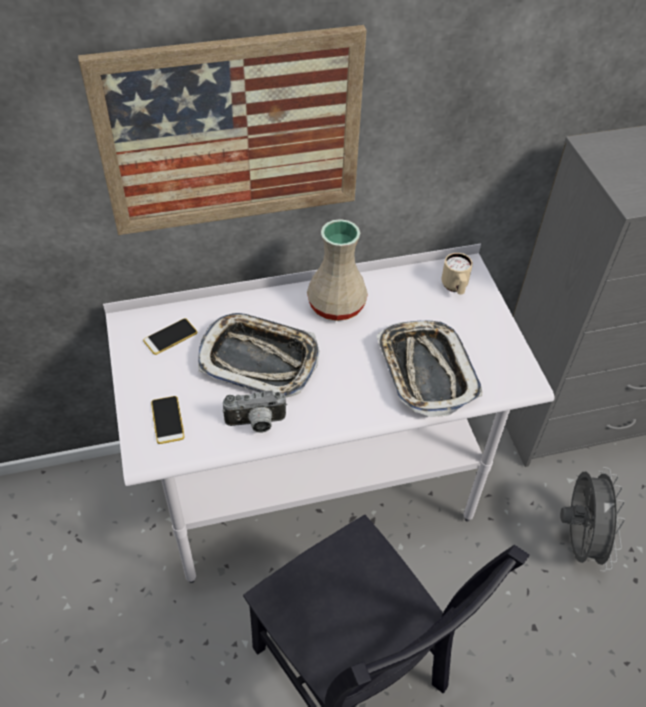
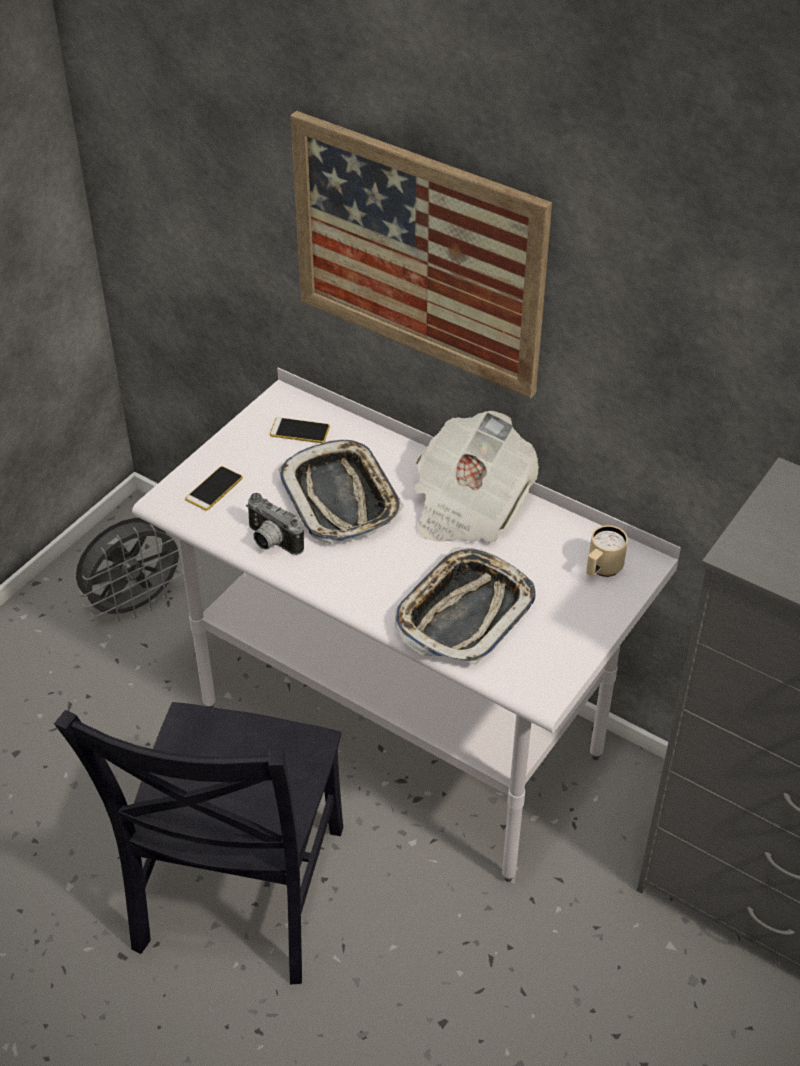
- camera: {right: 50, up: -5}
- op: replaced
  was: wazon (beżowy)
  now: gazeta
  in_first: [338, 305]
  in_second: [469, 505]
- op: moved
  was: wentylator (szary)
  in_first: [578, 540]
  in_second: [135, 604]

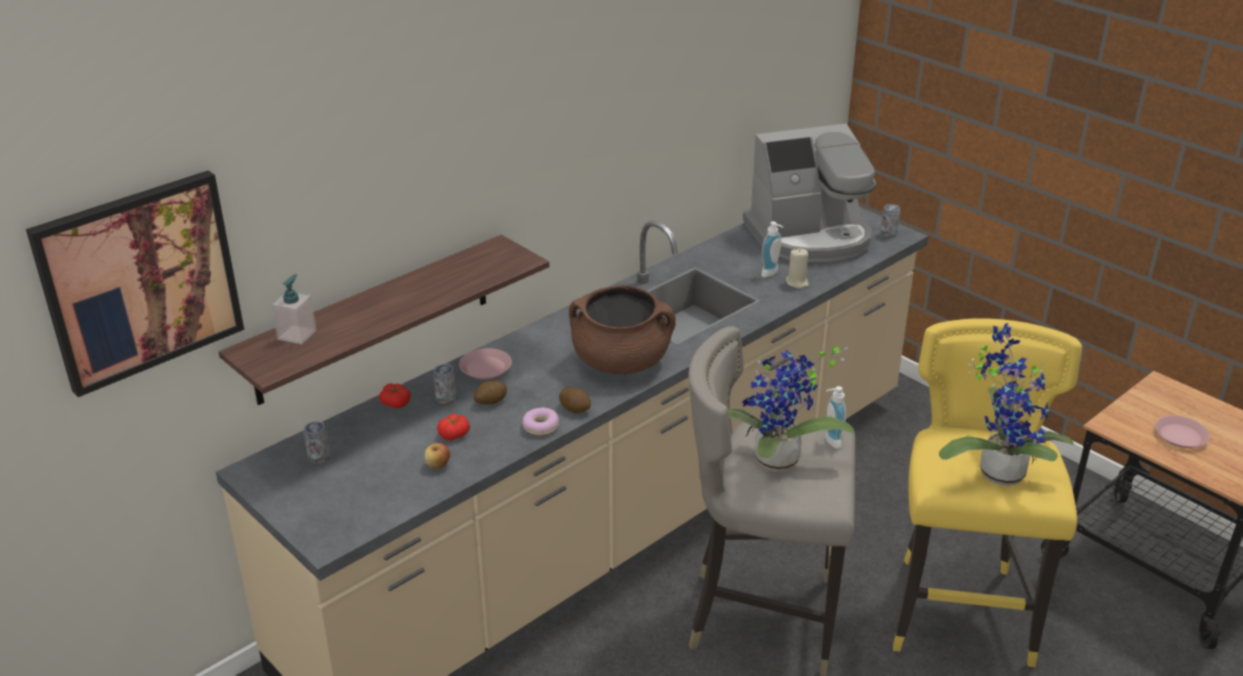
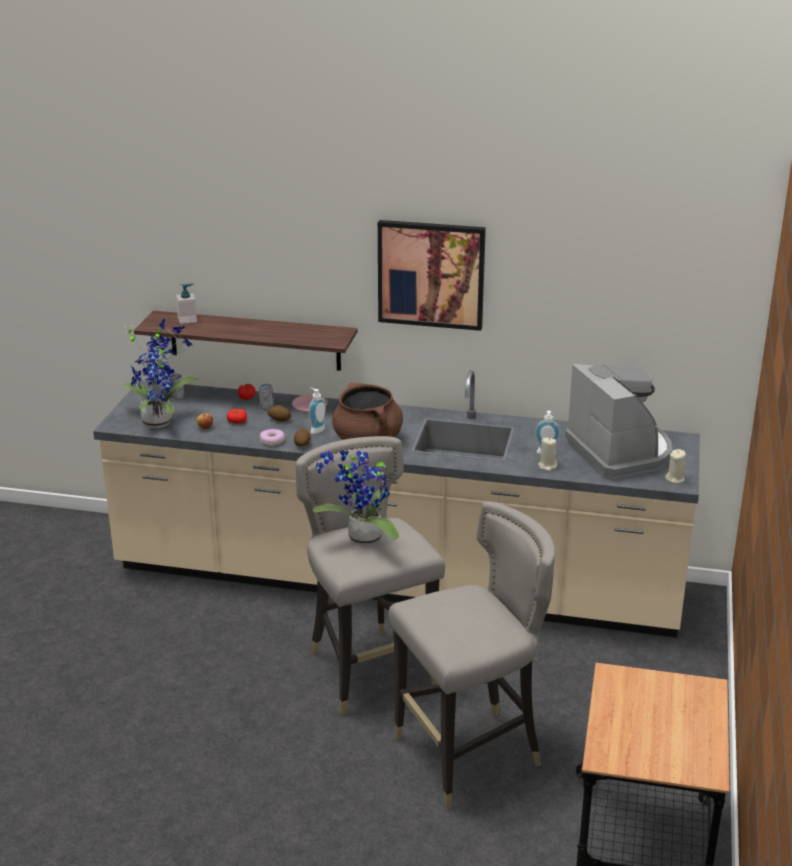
- camera: {right: 55, up: -5}
- op: moved
  was: obraz
  in_first: [140, 280]
  in_second: [431, 274]
- op: turned
  was: ekspres do kawy
  in_first: [810, 236]
  in_second: [620, 452]
  clockwise: -150
- op: moved
  was: dozownik mydła
  in_first: [830, 441]
  in_second: [316, 429]
- op: replaced
  was: puszka
  now: świeca (beżowy)
  in_first: [888, 233]
  in_second: [675, 479]
- op: recoloured
  was: stołek (żółty)
  now: stołek (szary)
  in_first: [960, 610]
  in_second: [470, 755]
- op: moved
  was: roślina doniczkowa
  in_first: [997, 470]
  in_second: [160, 421]
- op: removed
  was: talerz (różowy)
  in_first: [1180, 436]

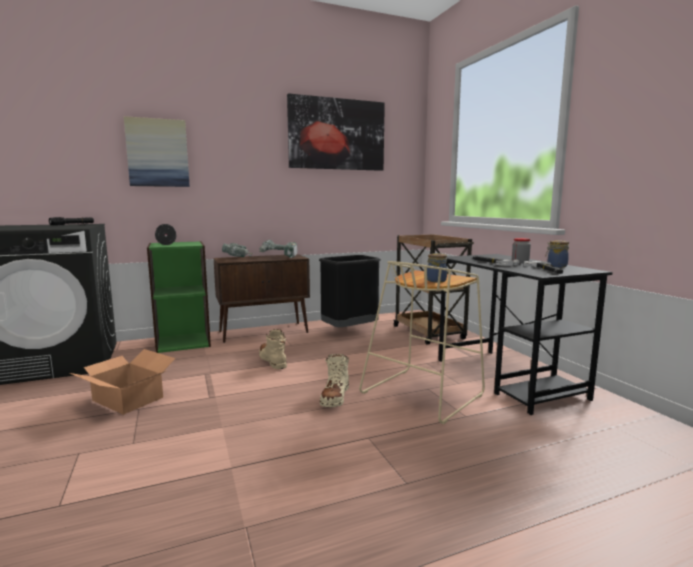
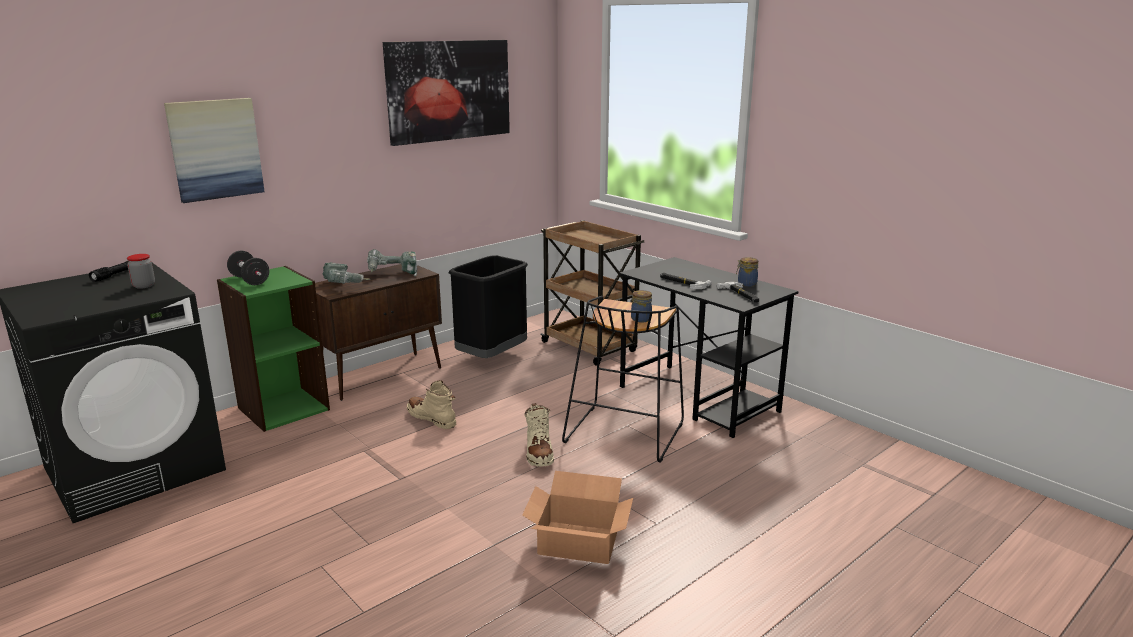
- camera: {right: -20, up: 10}
- op: moved
  was: karton
  in_first: [128, 398]
  in_second: [577, 541]
- op: recoloured
  was: stołek (beżowy)
  now: stołek (czarny)
  in_first: [422, 393]
  in_second: [624, 432]
- op: moved
  was: słoik
  in_first: [520, 262]
  in_second: [144, 286]

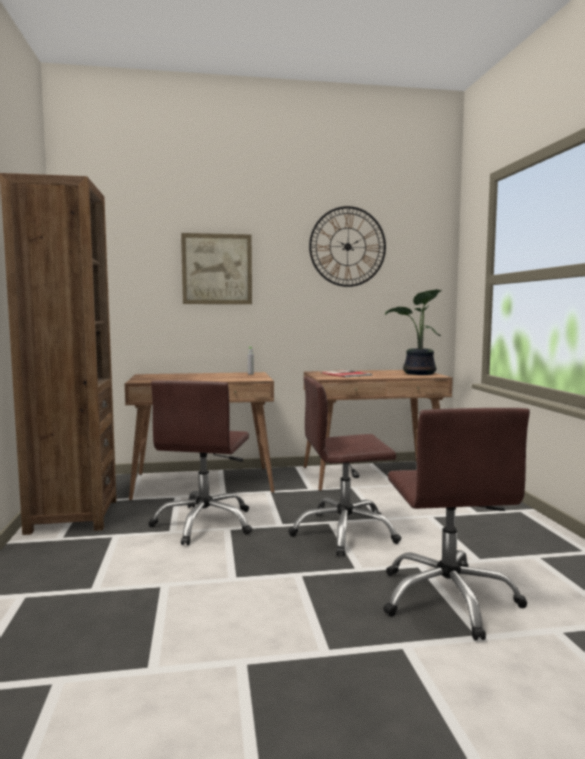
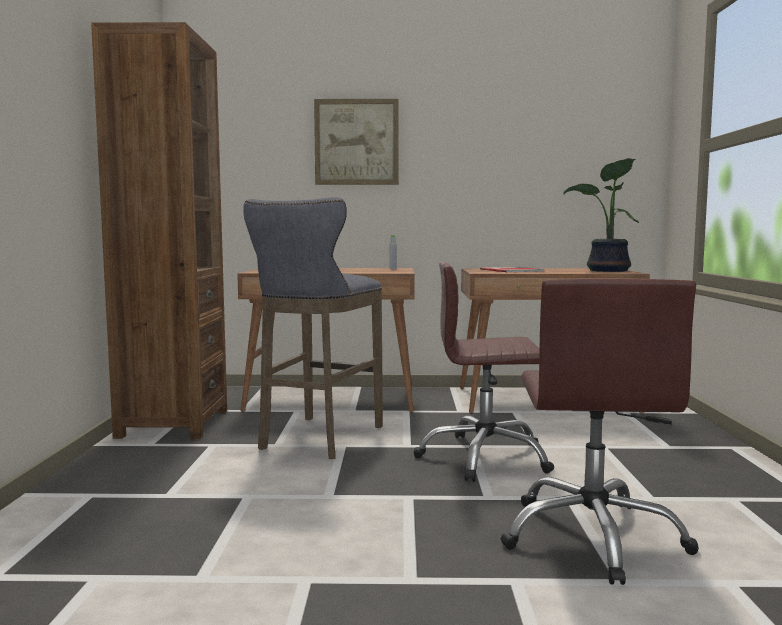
- camera: {right: 10, up: 0}
- op: replaced
  was: krzesło biurowe (brązowy)
  now: stołek (szary)
  in_first: [205, 523]
  in_second: [318, 439]
- op: removed
  was: zegar ścienny
  in_first: [347, 246]

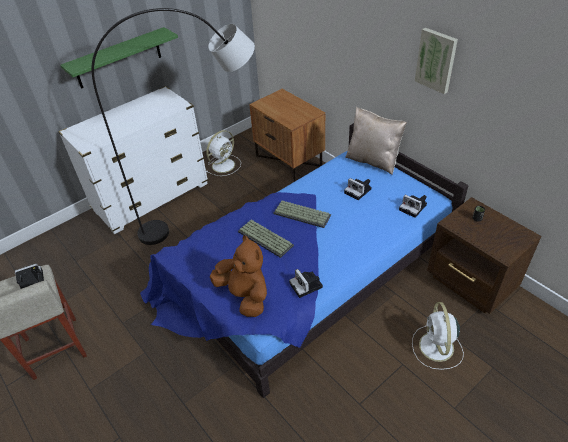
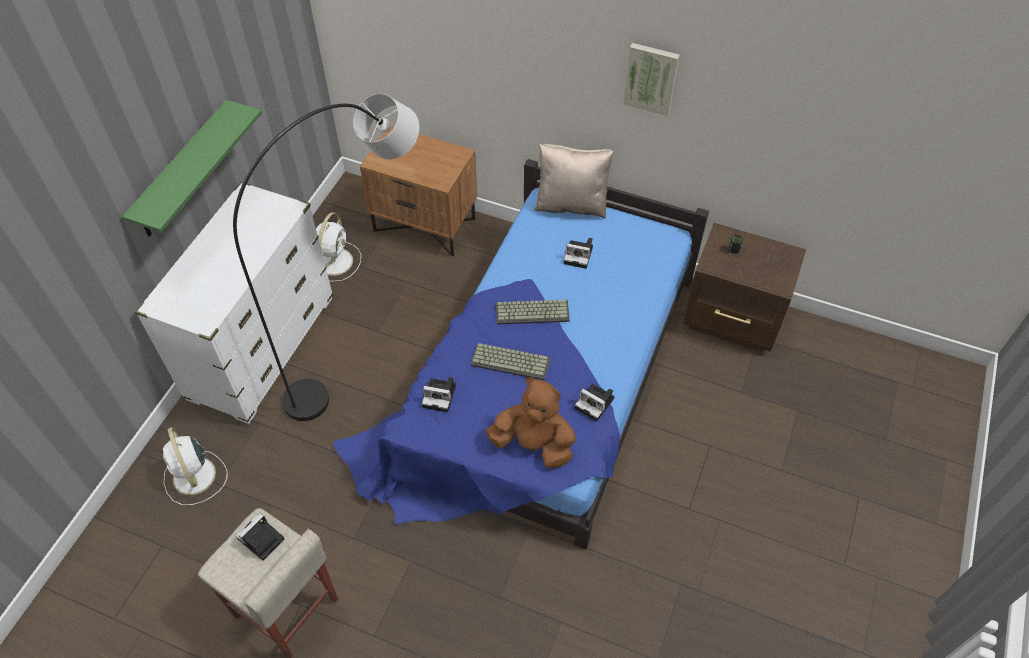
- camera: {right: -30, up: 10}
- op: moved
  was: aparat fotograficzny
  in_first: [413, 207]
  in_second: [441, 396]
- op: moved
  was: wentylator (biały)
  in_first: [436, 348]
  in_second: [195, 477]

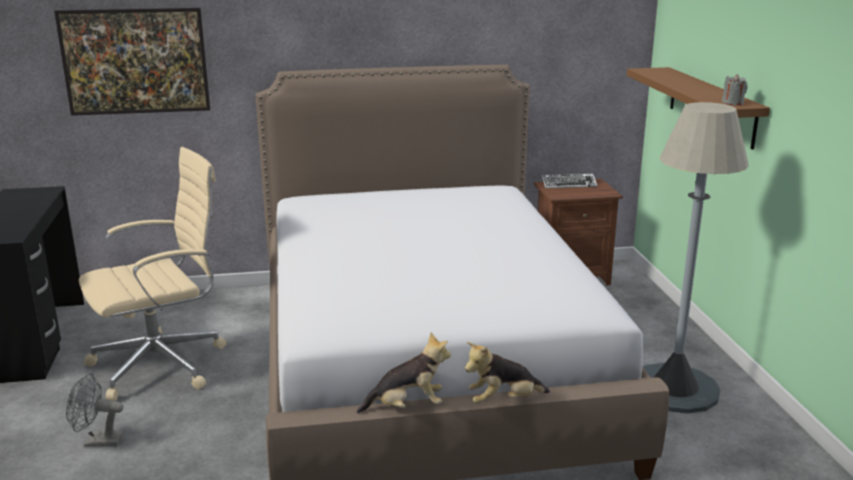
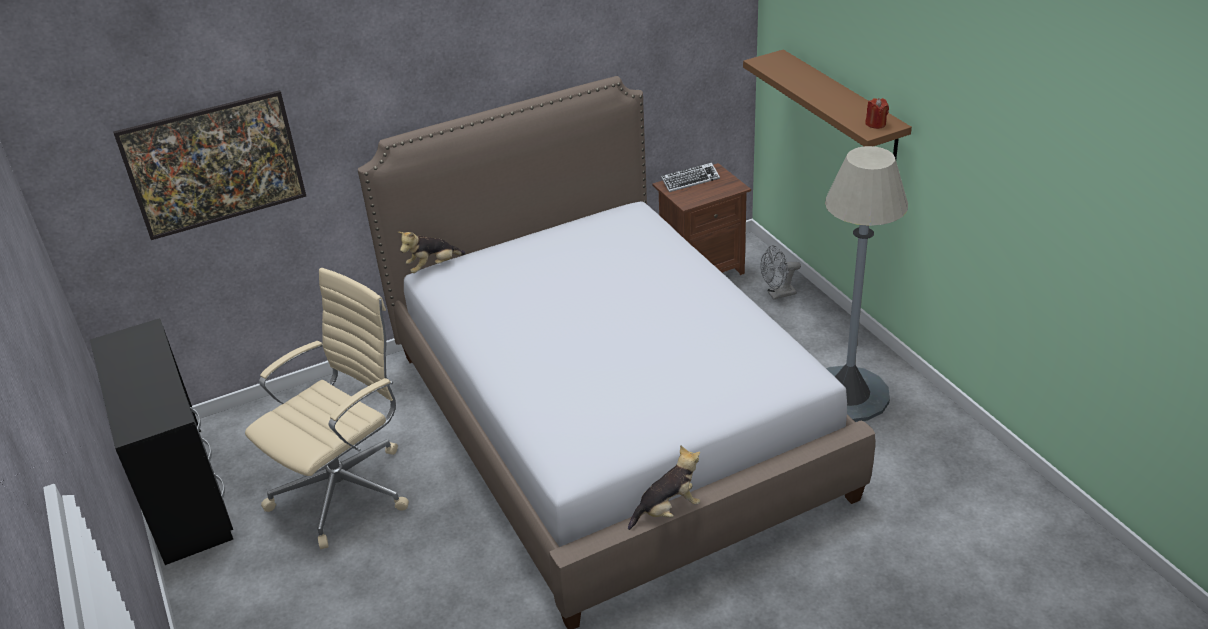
- camera: {right: -15, up: 15}
- op: moved
  was: wentylator (szary)
  in_first: [97, 441]
  in_second: [777, 294]
- op: moved
  was: pluszak
  in_first: [503, 400]
  in_second: [433, 267]
- op: recoloured
  was: świeca (szary)
  now: świeca (czerwony)
  in_first: [732, 103]
  in_second: [875, 124]

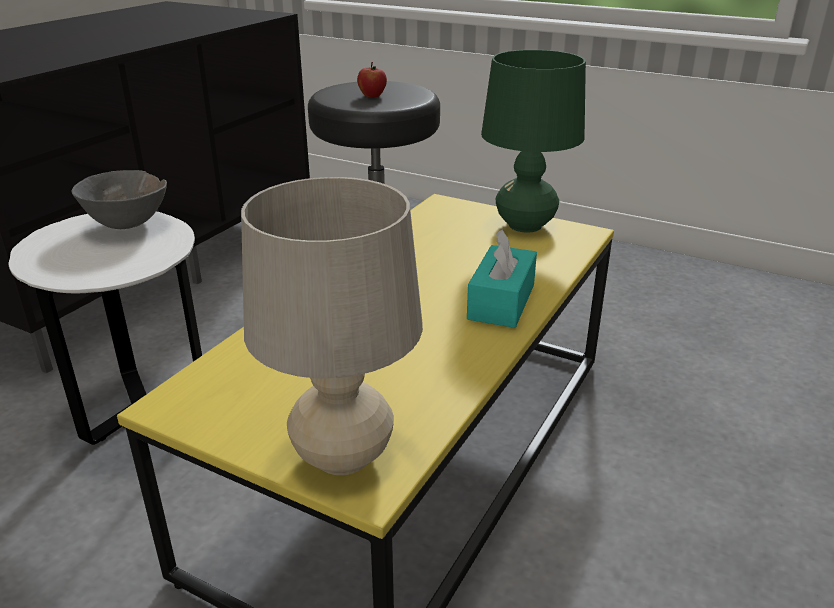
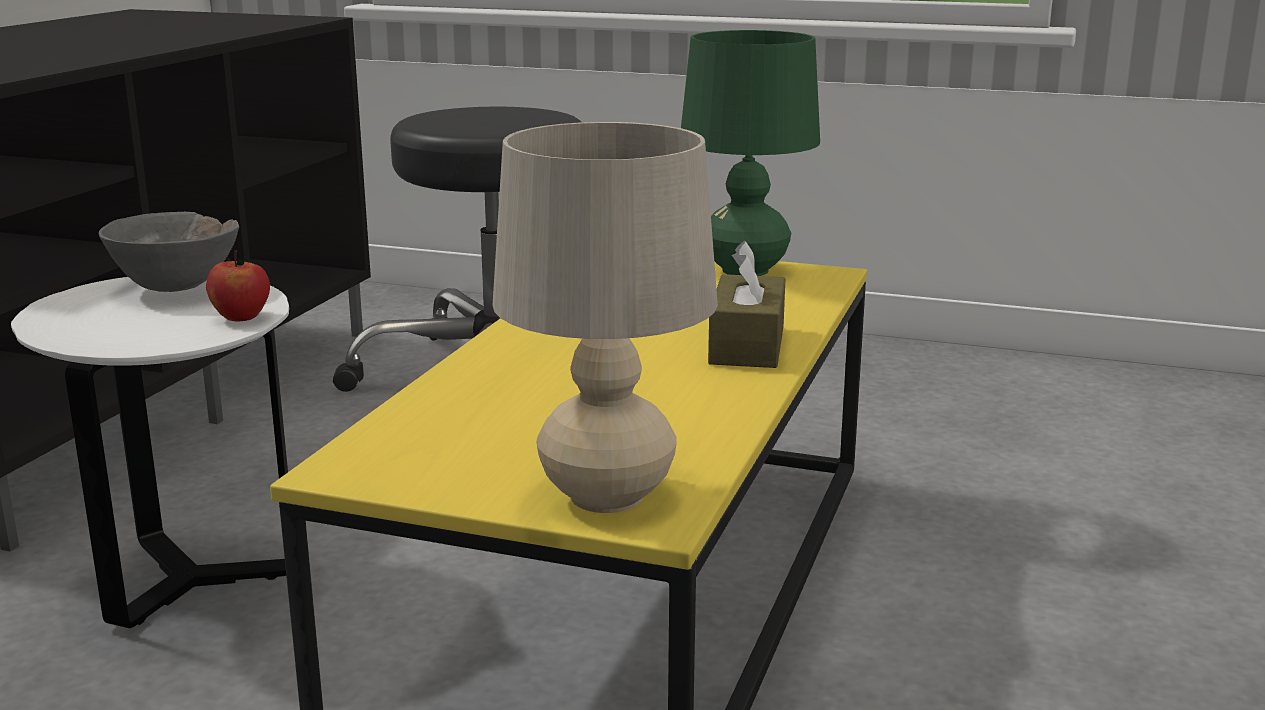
- camera: {right: -10, up: -10}
- op: moved
  was: jabłko
  in_first: [372, 96]
  in_second: [241, 317]
- op: recoloured
  was: pudełko chusteczek (turkusowy)
  now: pudełko chusteczek (brązowy)
  in_first: [501, 302]
  in_second: [747, 345]

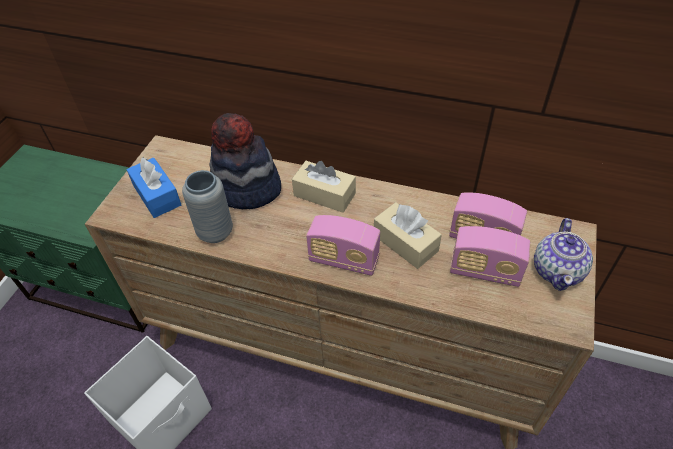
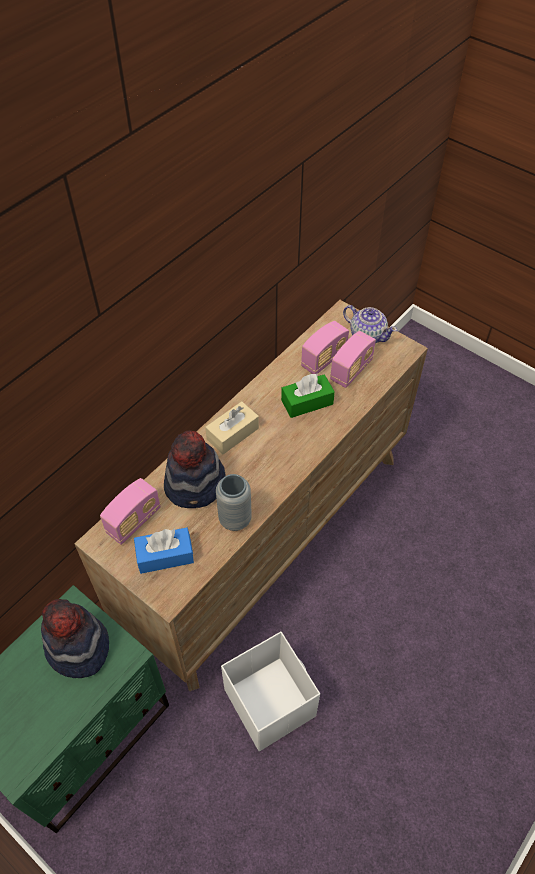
- camera: {right: -70, up: 5}
- op: moved
  was: radio
  in_first: [344, 260]
  in_second: [134, 521]
- op: recoloured
  was: pudełko chusteczek (beżowy)
  now: pudełko chusteczek (zielony)
  in_first: [405, 243]
  in_second: [307, 402]
- op: added
  now: kapelusz
  in_second: [78, 647]

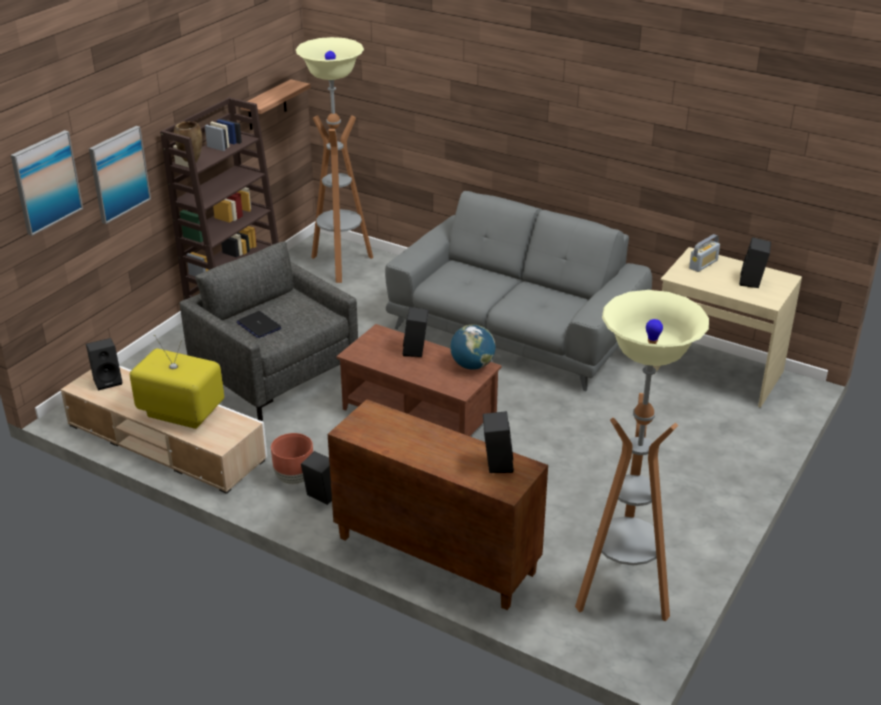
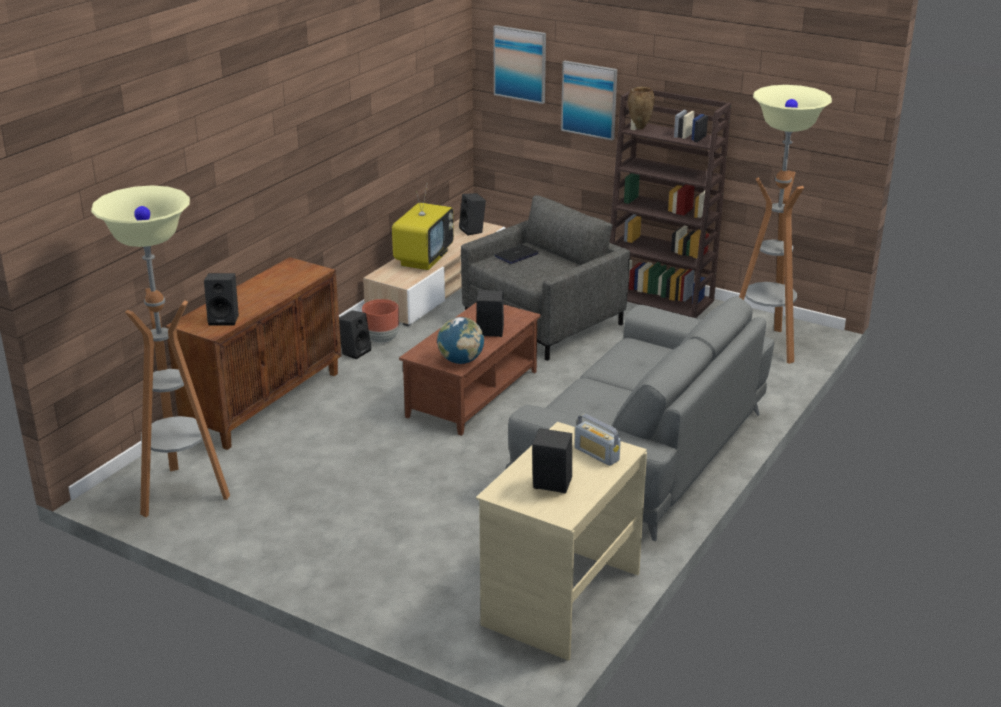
- camera: {right: 90, up: -5}
- op: removed
  was: półka
  in_first: [267, 105]

